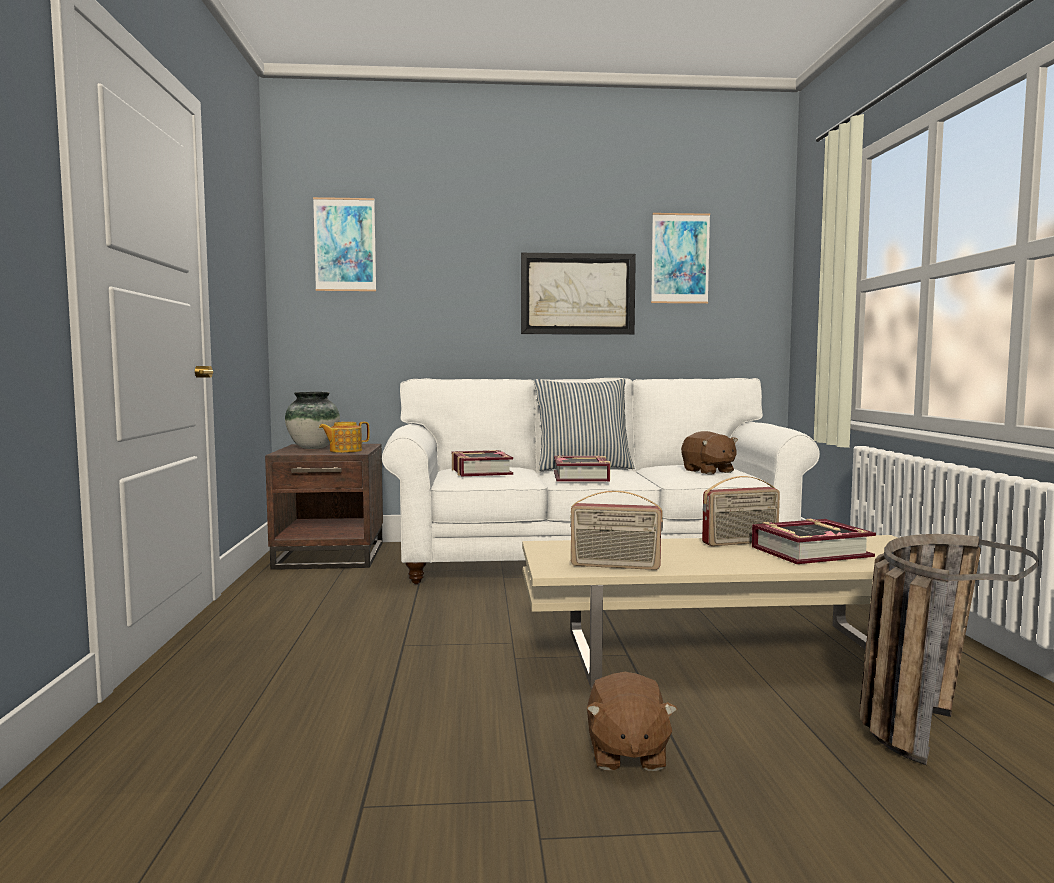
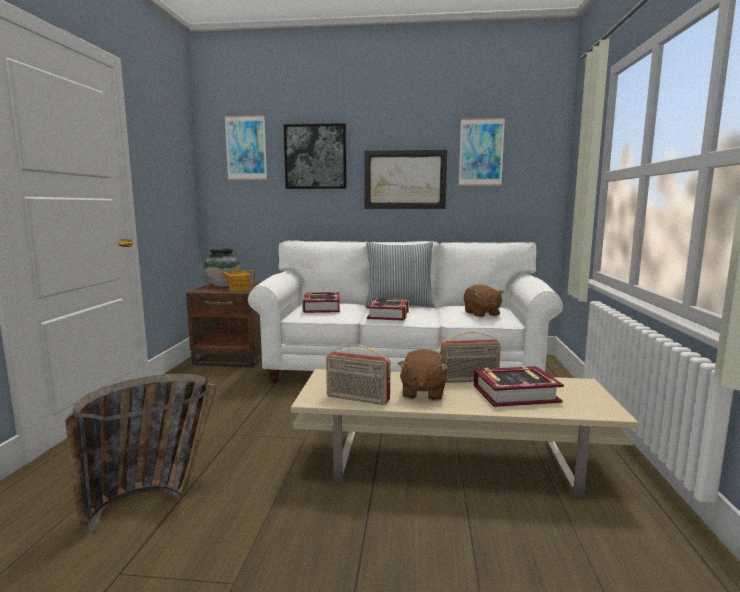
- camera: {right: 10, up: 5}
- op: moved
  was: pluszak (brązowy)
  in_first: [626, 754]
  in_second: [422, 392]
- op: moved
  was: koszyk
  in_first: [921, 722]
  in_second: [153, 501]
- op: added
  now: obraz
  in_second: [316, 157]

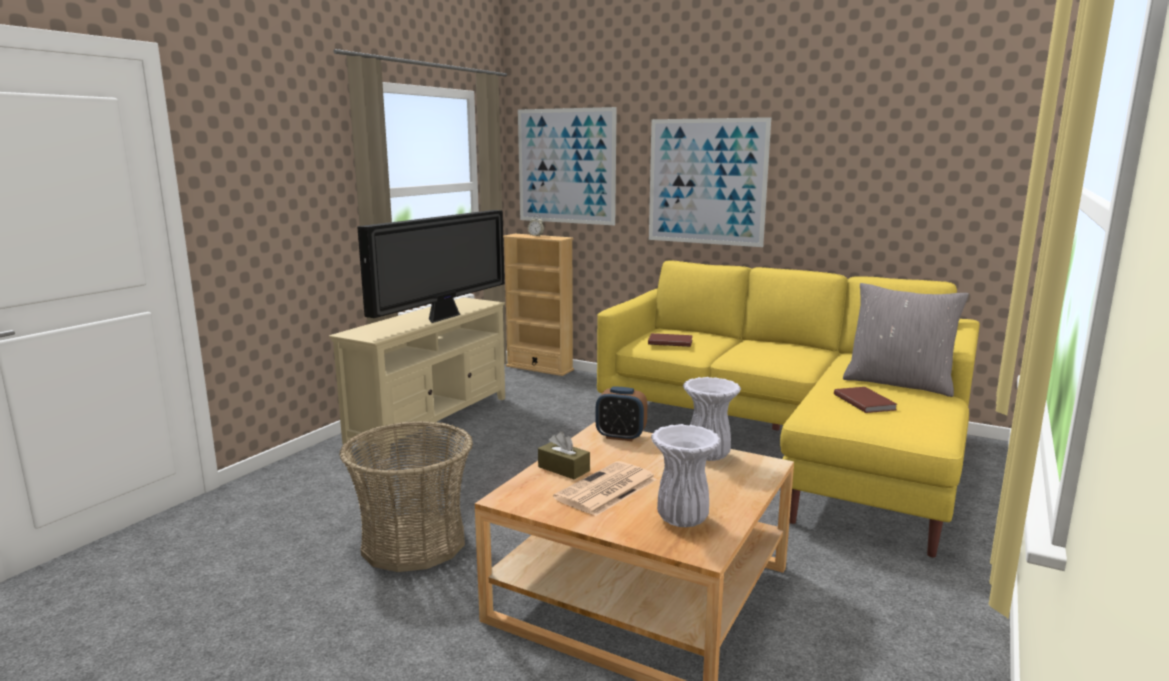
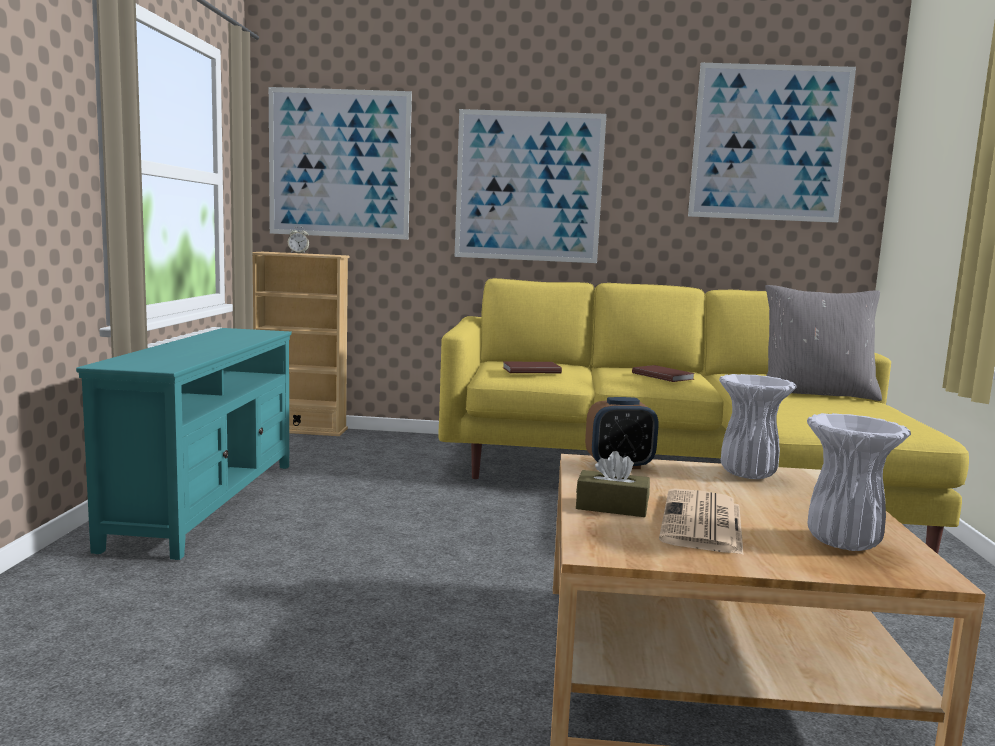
- camera: {right: -25, up: -5}
- op: recoloured
  was: szafka pod telewizor (beżowy)
  now: szafka pod telewizor (turkusowy)
  in_first: [430, 421]
  in_second: [205, 504]
- op: removed
  was: koszyk
  in_first: [413, 543]
- op: removed
  was: telewizor
  in_first: [443, 317]
- op: moved
  was: książka (brązowy)
  in_first: [865, 402]
  in_second: [663, 376]
- op: added
  now: obraz
  in_second: [769, 143]

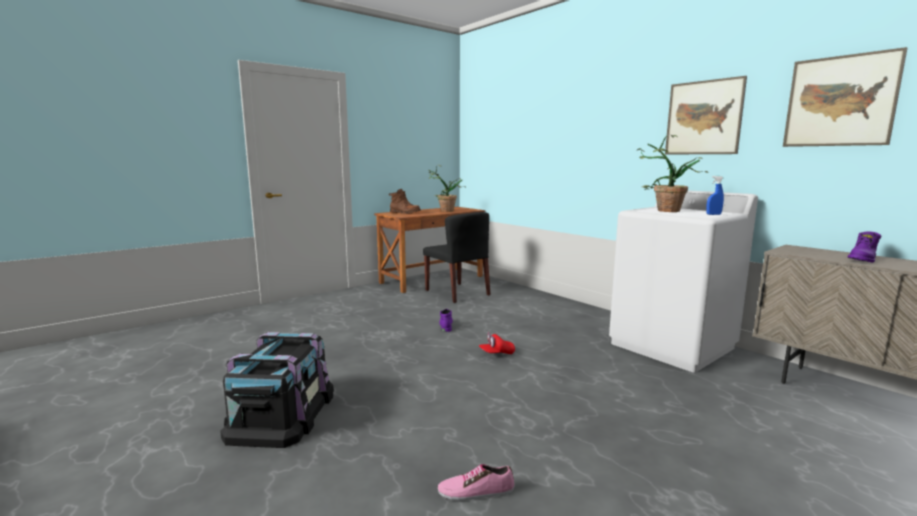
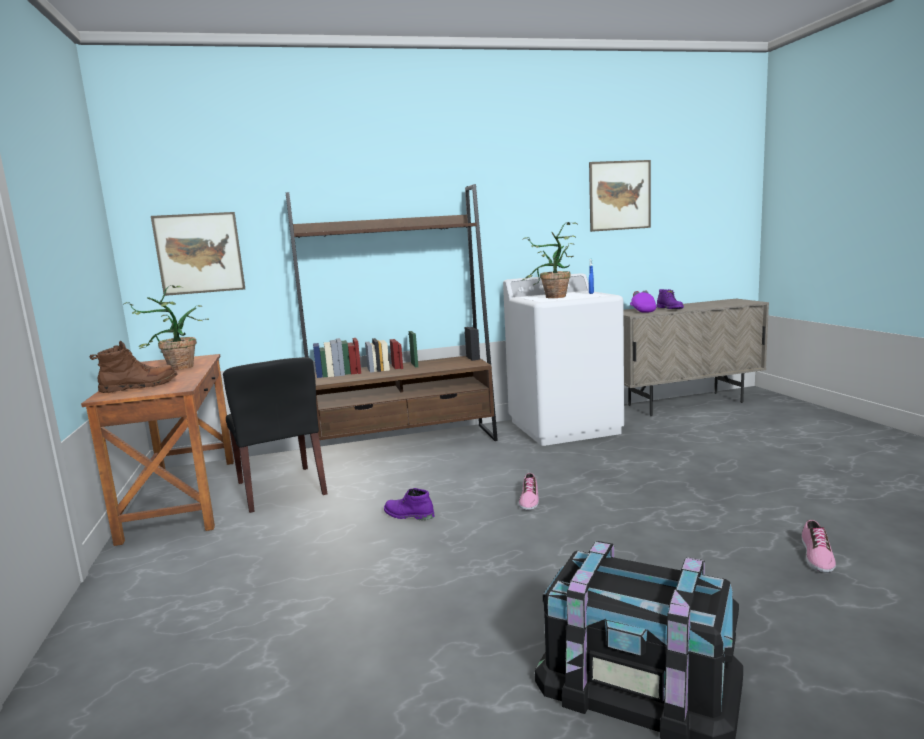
- camera: {right: -65, up: 0}
- op: turned
  was: krzesło (czarny)
  in_first: [457, 292]
  in_second: [281, 488]
  clockwise: 75
- op: replaced
  was: czapka z daszkiem (czerwony)
  now: but
  in_first: [497, 353]
  in_second: [528, 499]
- op: moved
  was: obraz
  in_first: [703, 118]
  in_second: [199, 253]
- op: added
  now: regał (brązowy)
  in_second: [406, 444]
- op: added
  now: czapka z daszkiem (fioletowy)
  in_second: [642, 310]

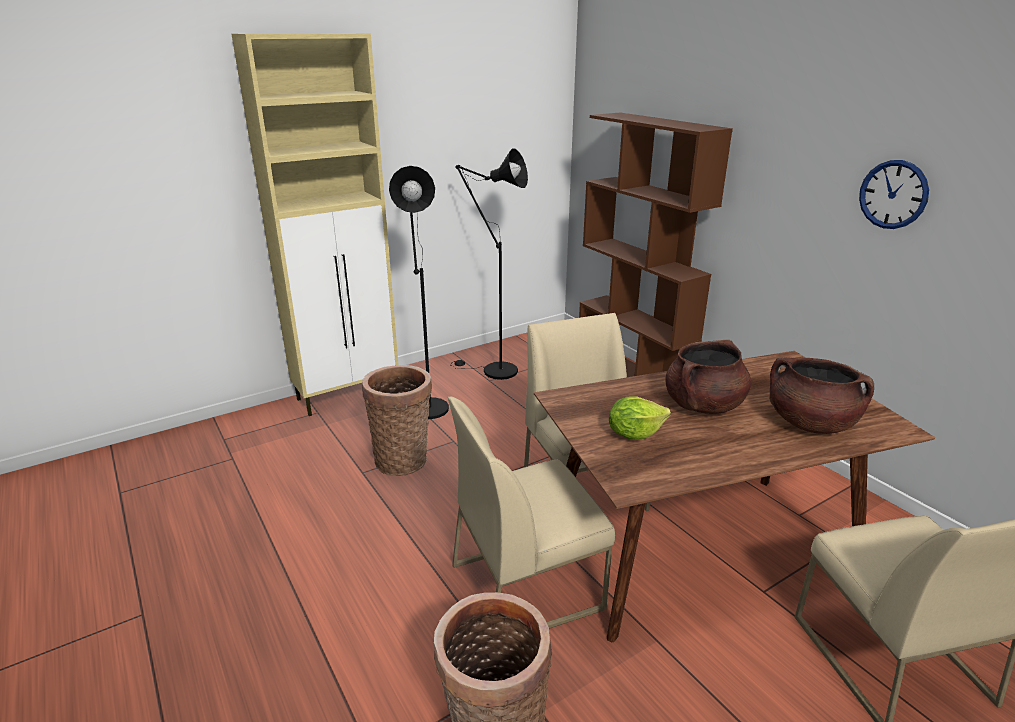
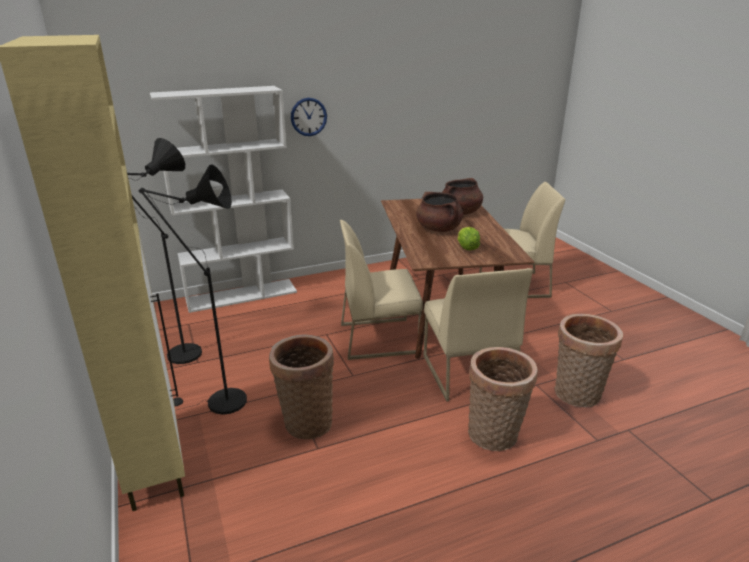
- camera: {right: -80, up: 0}
- op: recoloured
  was: regał (brązowy)
  now: regał (biały)
  in_first: [632, 375]
  in_second: [242, 295]
- op: moved
  was: zegar ścienny
  in_first: [893, 194]
  in_second: [308, 117]
- op: added
  now: koszyk
  in_second: [494, 436]

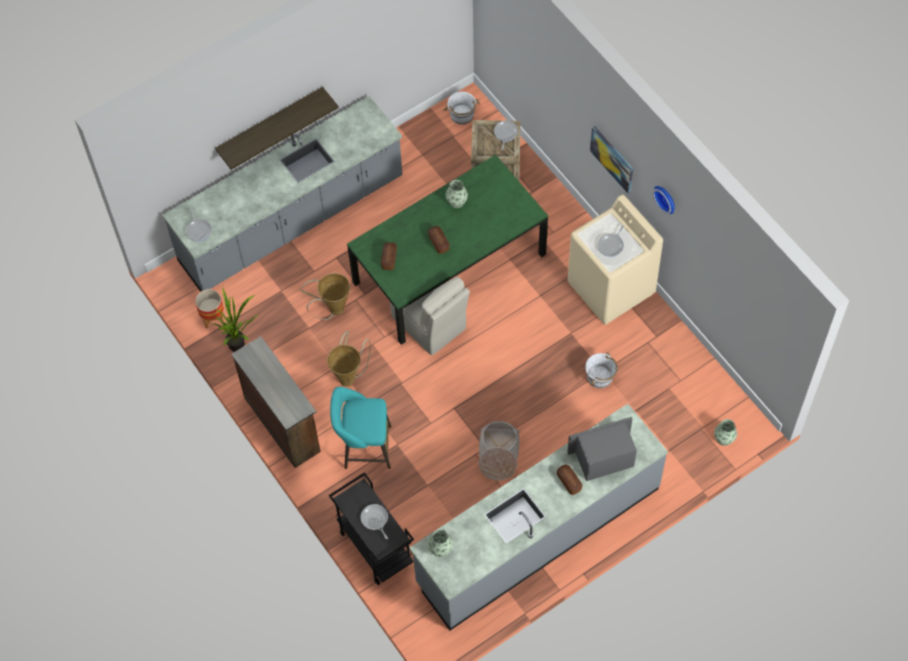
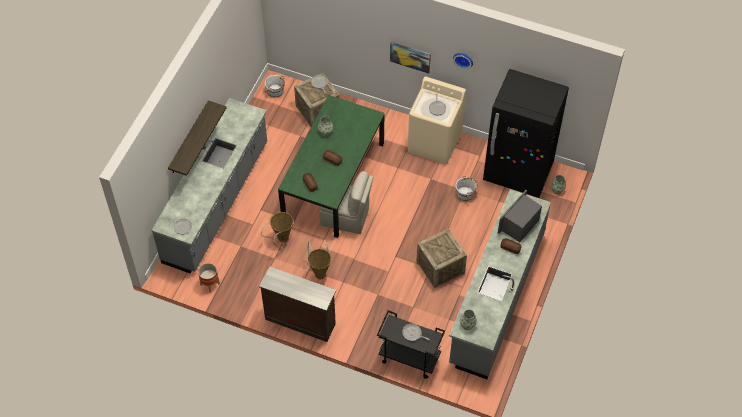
- camera: {right: -35, up: -5}
- op: removed
  was: roślina doniczkowa
  in_first: [240, 346]
- op: removed
  was: stołek (turkusowy)
  in_first: [364, 447]
- op: replaced
  was: koszyk
  now: skrzynka
  in_first: [498, 454]
  in_second: [440, 267]
- op: added
  now: lodówka (czarny)
  in_second: [518, 172]

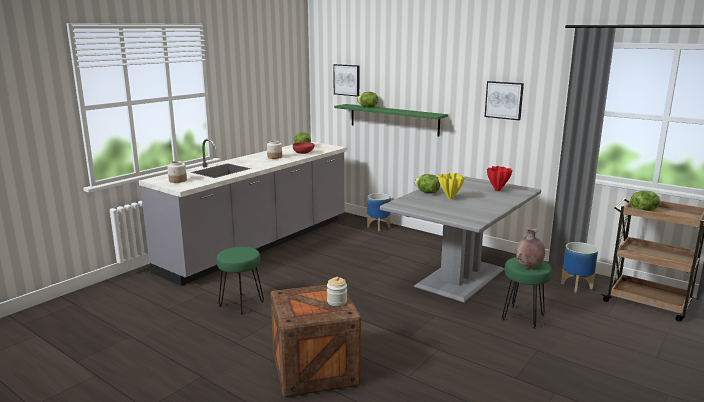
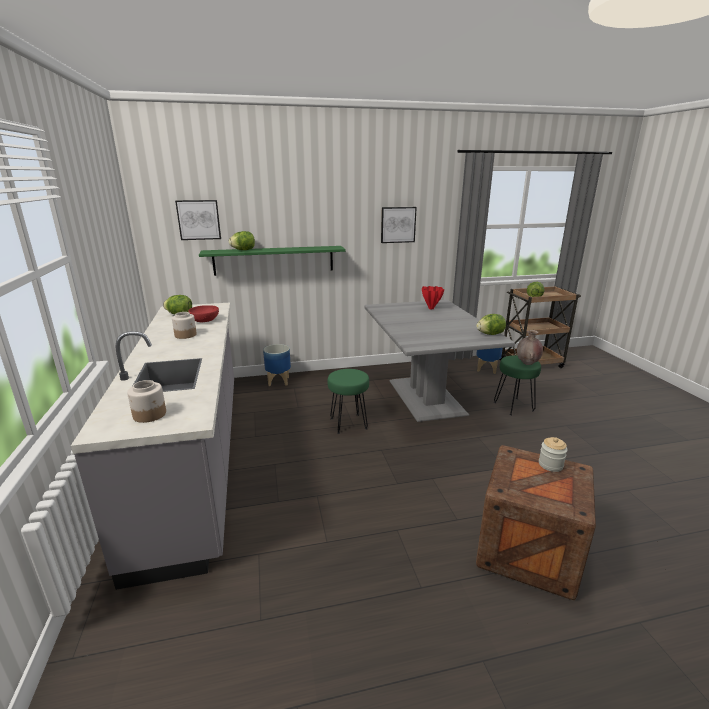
- camera: {right: -50, up: 5}
- op: moved
  was: stołek (zielony)
  in_first: [241, 304]
  in_second: [348, 423]
- op: moved
  was: sałata
  in_first: [427, 192]
  in_second: [490, 334]
- op: removed
  was: wazon (żółty)
  in_first: [450, 198]

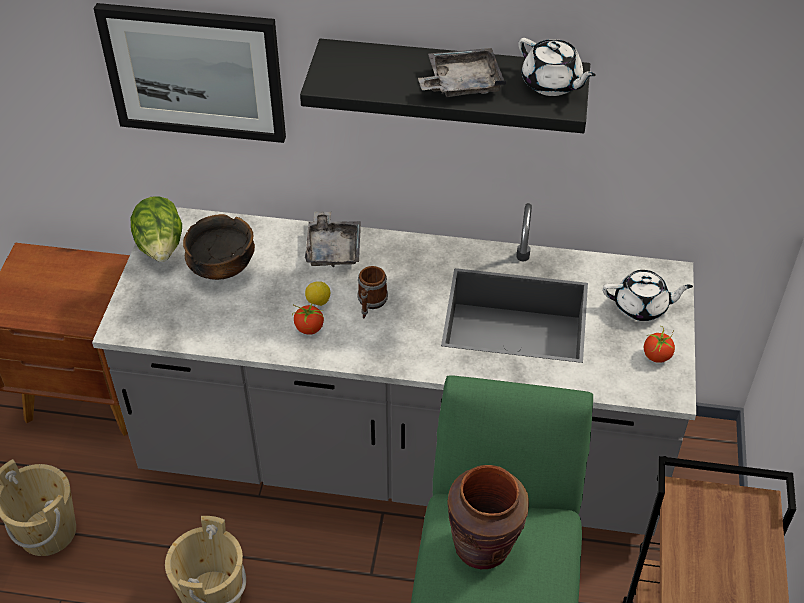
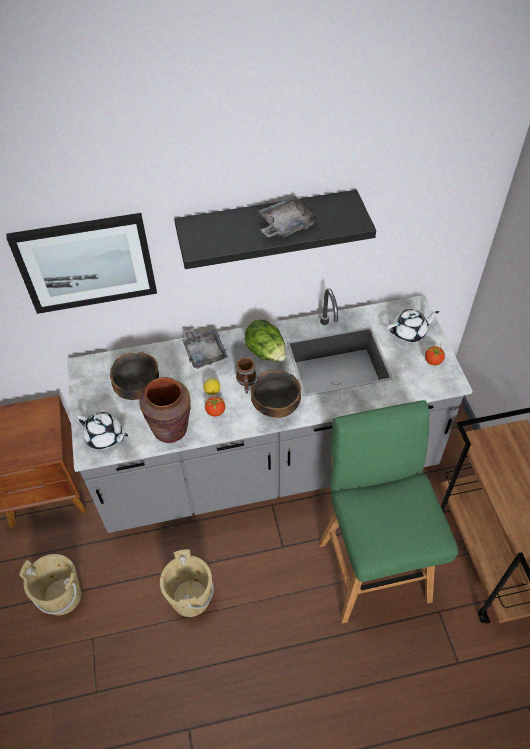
- camera: {right: -20, up: 5}
- op: moved
  was: sałata
  in_first: [161, 248]
  in_second: [266, 352]
- op: moved
  was: wazon (brązowy)
  in_first: [483, 547]
  in_second: [171, 429]
- op: moved
  was: imbryk (biały)
  in_first: [552, 84]
  in_second: [105, 437]
- op: added
  now: miska
  in_second: [276, 406]

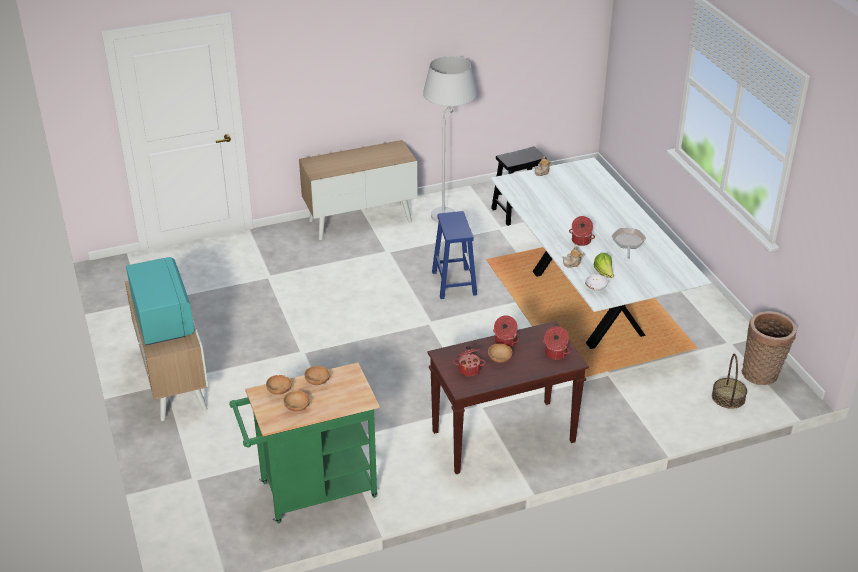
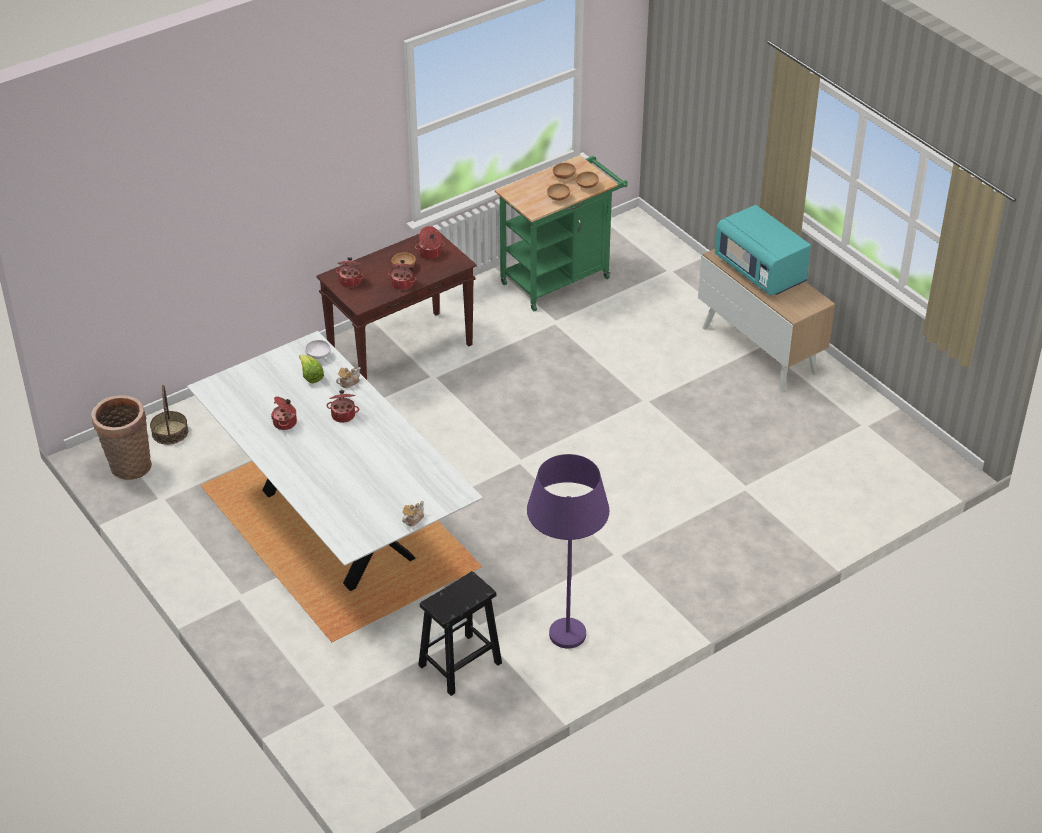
- camera: {right: 165, up: 5}
- op: removed
  was: szafka
  in_first: [360, 220]
- op: recoloured
  was: lampa stojąca (biały)
  now: lampa stojąca (fioletowy)
  in_first: [448, 209]
  in_second: [565, 650]
- op: removed
  was: stołek (niebieski)
  in_first: [453, 282]
- op: replaced
  was: patelnia
  now: garnek
  in_first: [628, 243]
  in_second: [285, 422]

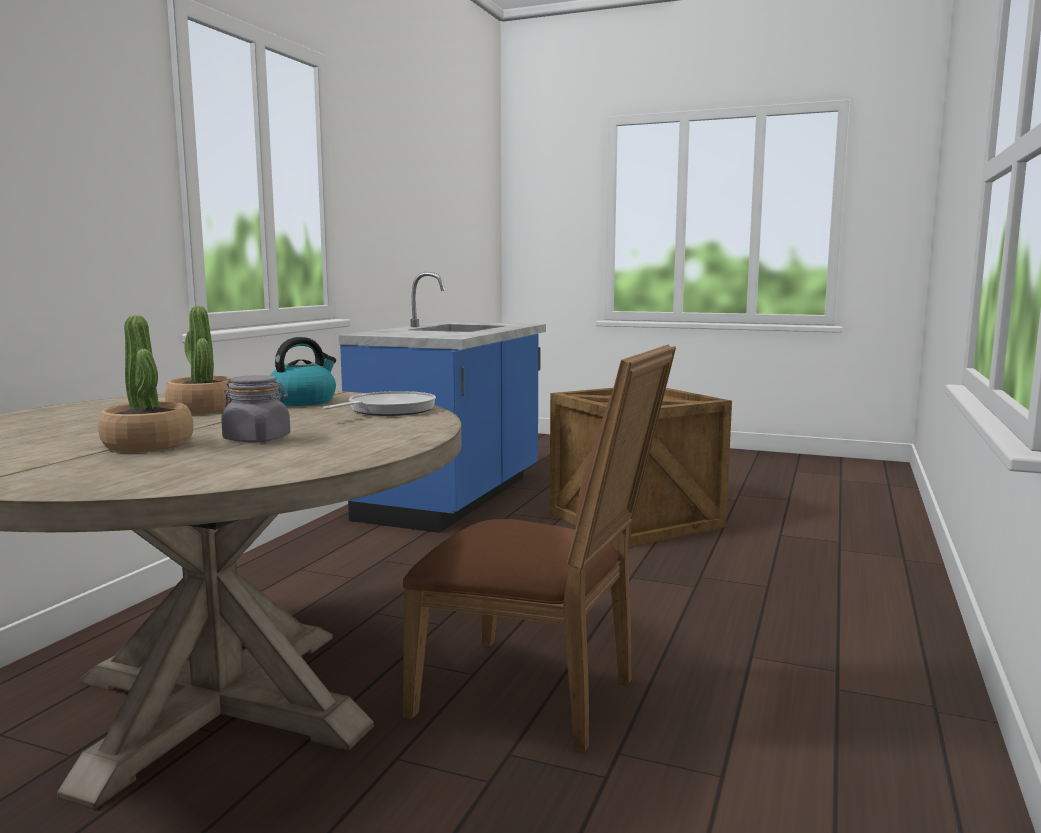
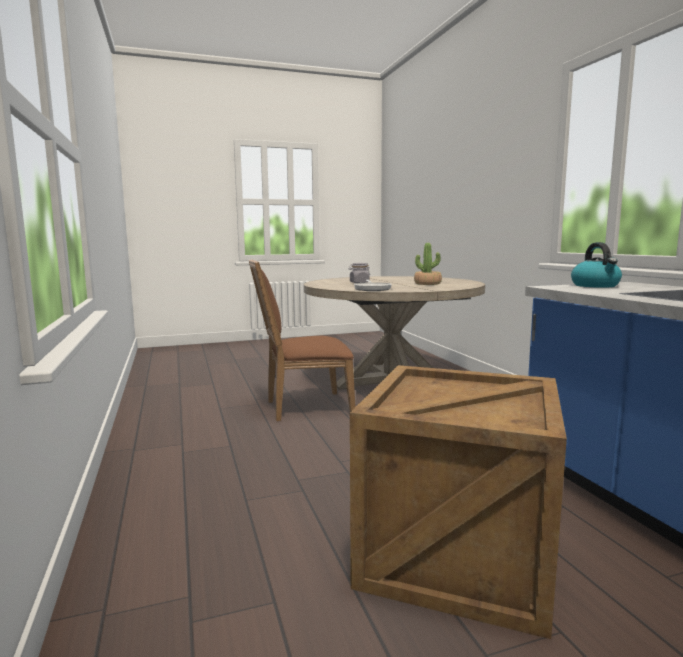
- camera: {right: 140, up: 0}
- op: removed
  was: roślina doniczkowa
  in_first: [148, 444]
- op: moved
  was: czajnik
  in_first: [303, 401]
  in_second: [596, 286]

